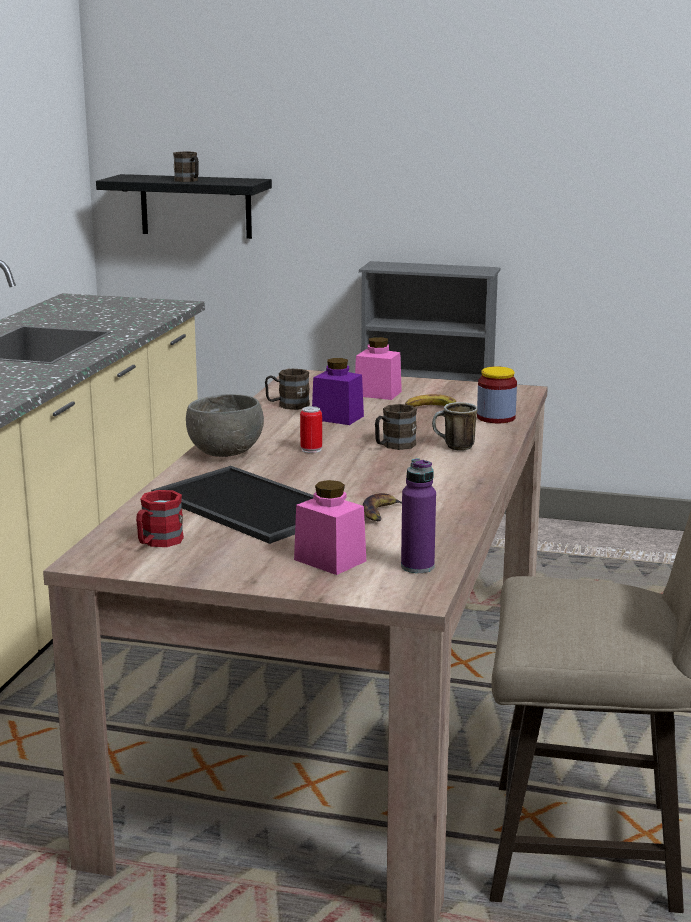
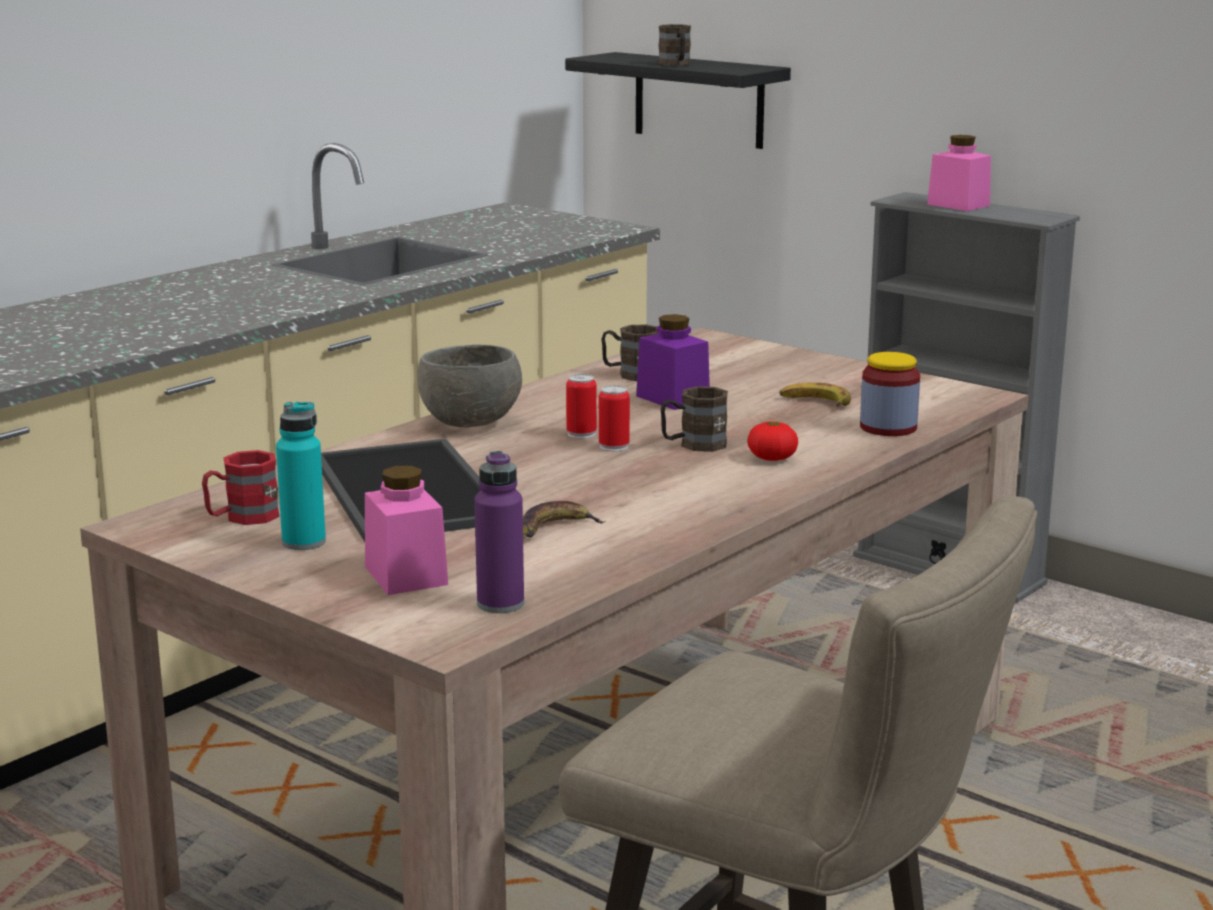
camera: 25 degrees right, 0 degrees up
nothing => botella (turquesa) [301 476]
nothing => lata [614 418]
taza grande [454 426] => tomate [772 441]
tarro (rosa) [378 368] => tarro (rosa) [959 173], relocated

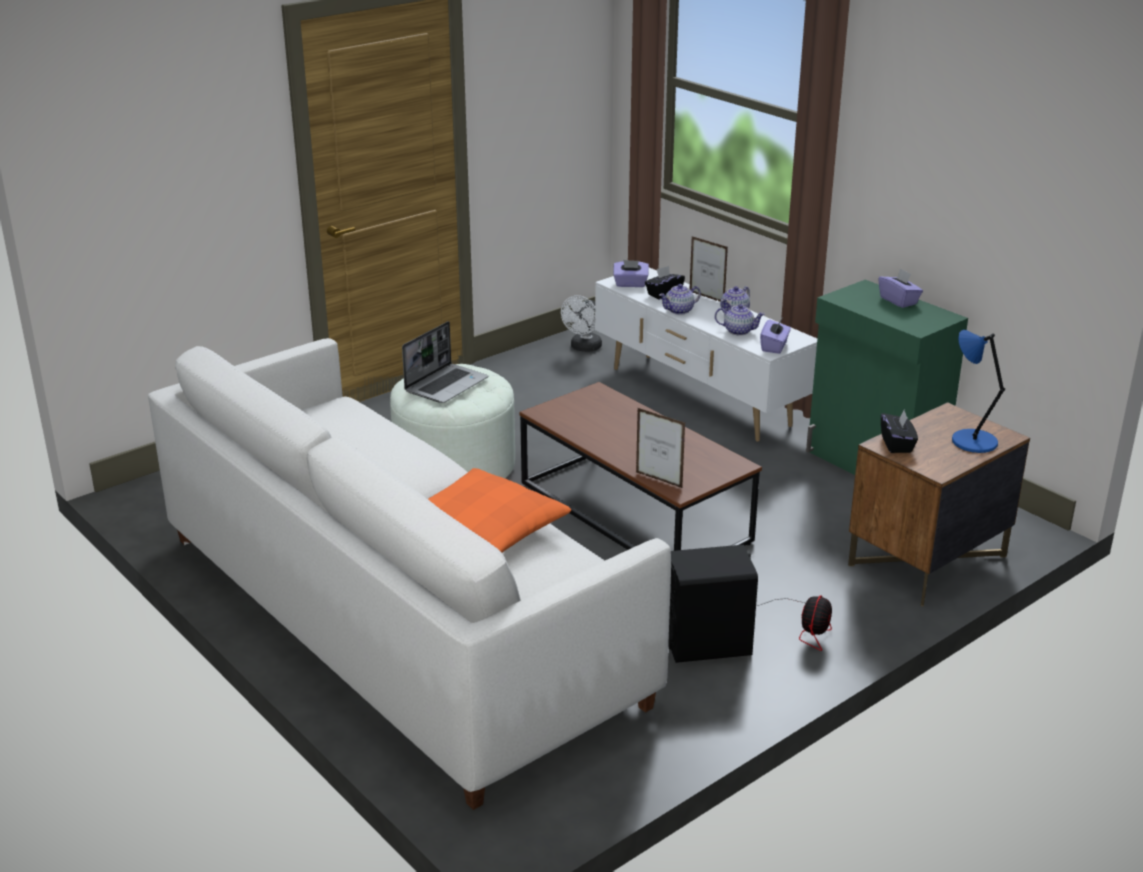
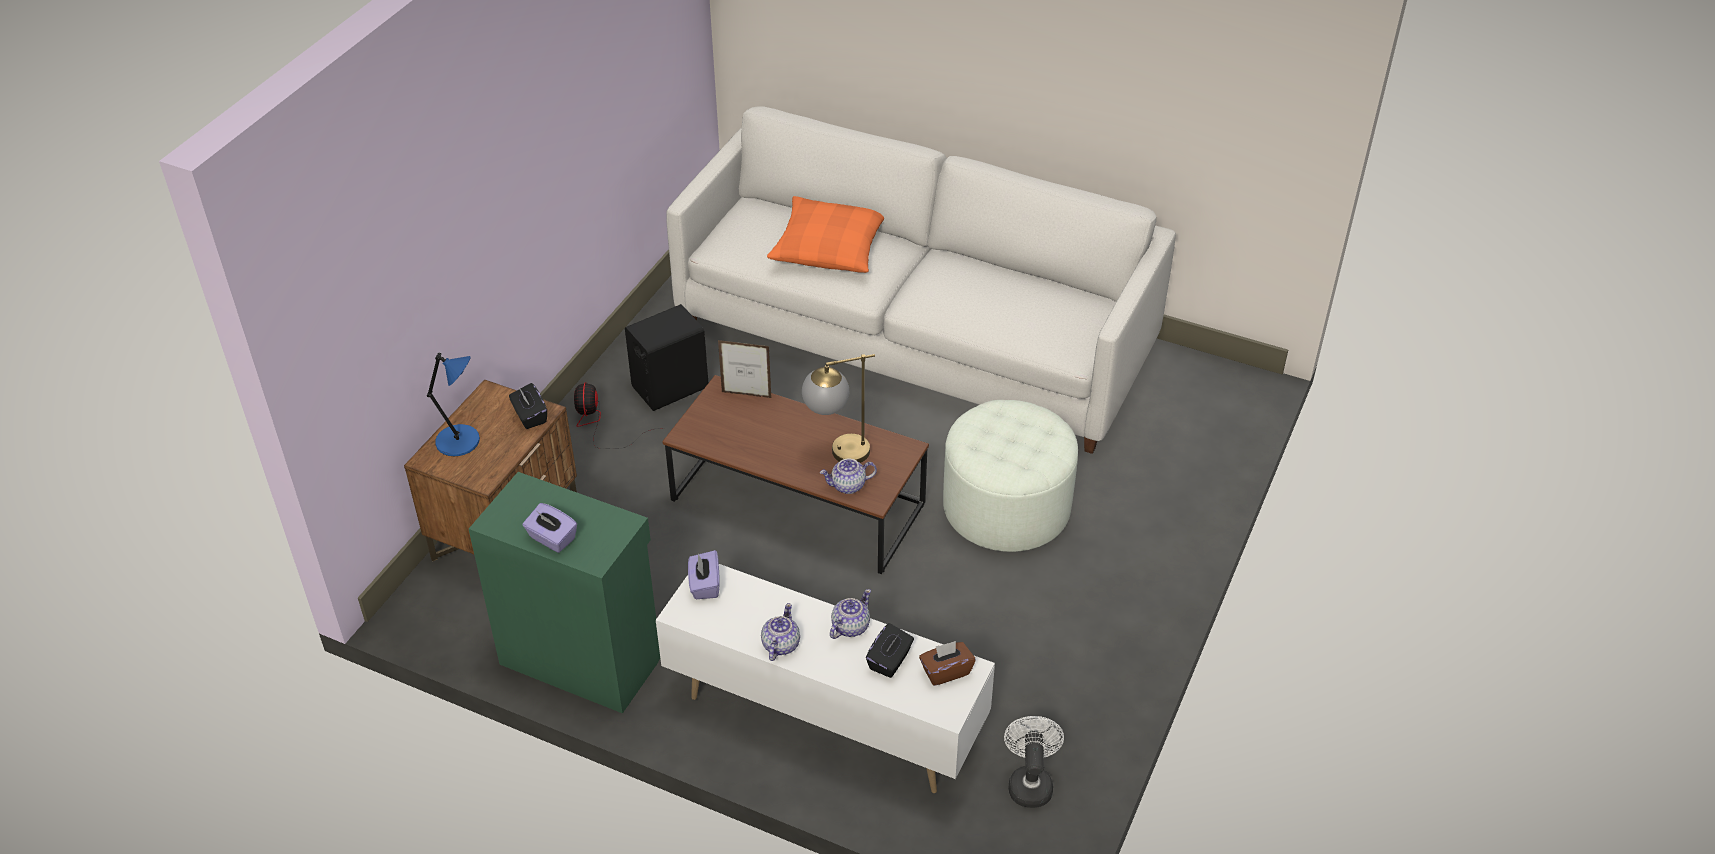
camera: 155 degrees right, 15 degrees up
nothing => lámpara de mesa [838 408]
tetera [740 320] => tetera [848 476], relocated
caja de pañuelos (morado) [631 273] => caja de pañuelos (marrón) [947 663]
portátil [445 362] => nothing
portarretratos [708 269] => nothing

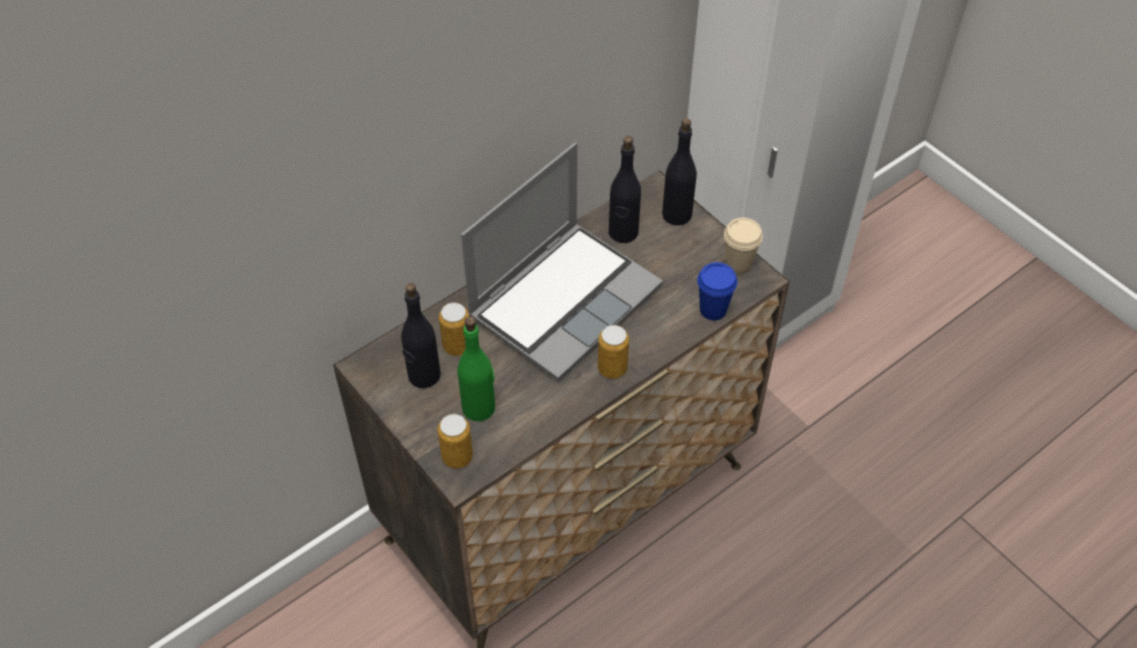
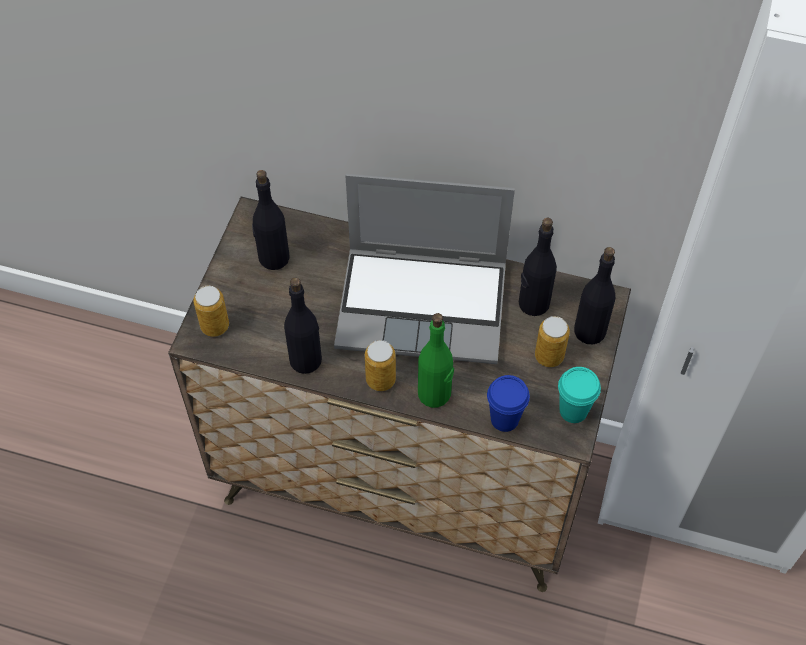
camera: 55 degrees right, 5 degrees up
nothing => botella (negro) [303 325]
botella (verde) [476 369] => botella (verde) [436 360], relocated
lata [454 329] => lata [552 341], relocated
taza (beis) [743 246] => taza (turquesa) [579 395]

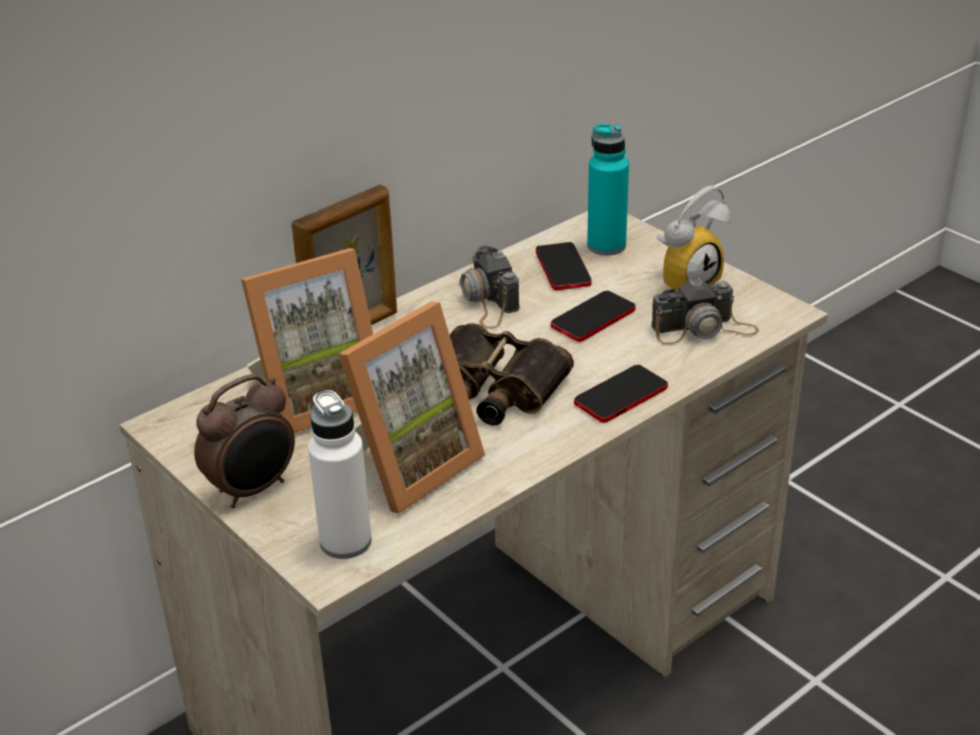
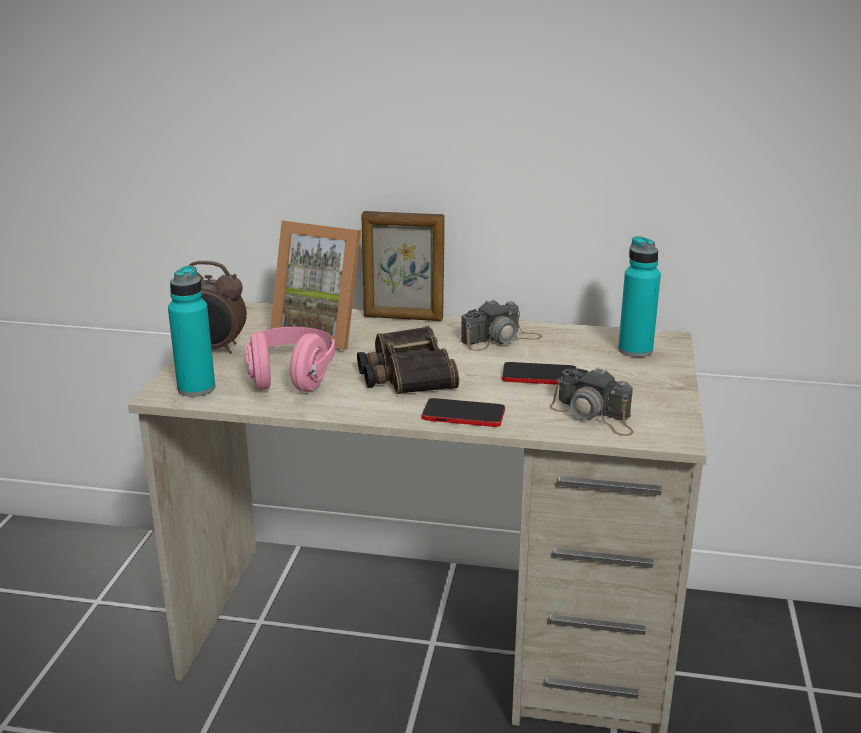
camera: 50 degrees right, 10 degrees down
botella (blanco) [340 474] => botella (turquesa) [191 331]
portarretratos [412 407] => auriculares (rosa) [290 359]
cámara [489 287] => cámara [501 325], 150 degrees counterclockwise
móvil [564 266] => nothing
despertador [693 238] => nothing

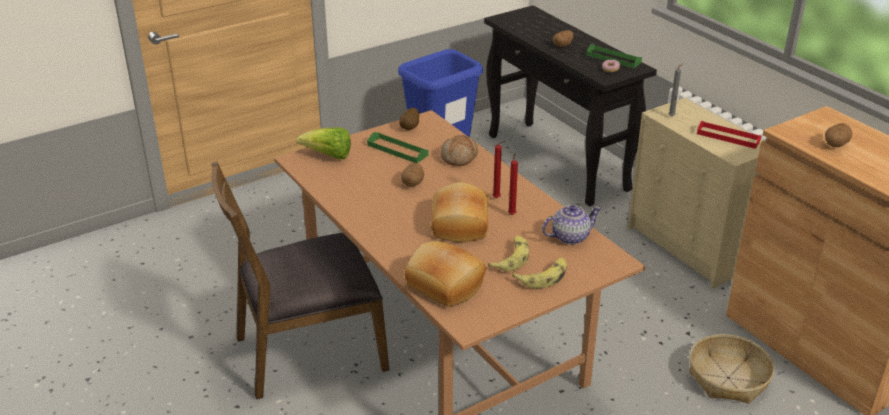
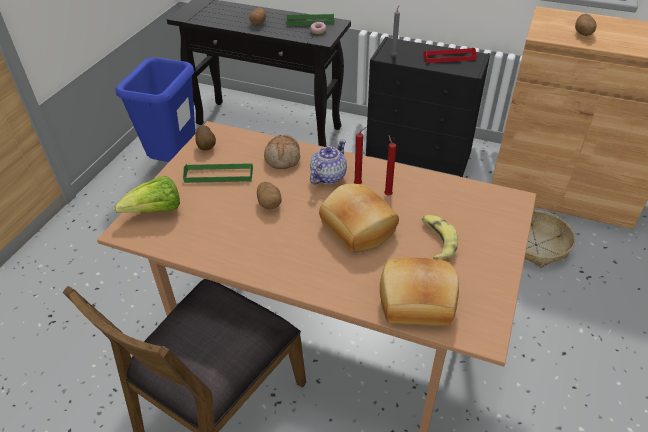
camera: 35 degrees left, 10 degrees up
tetera [572 225] => tetera [328 162], relocated
cómoda (beis) [697 192] => cómoda (negro) [428 107]
plátano [539 273] => nothing

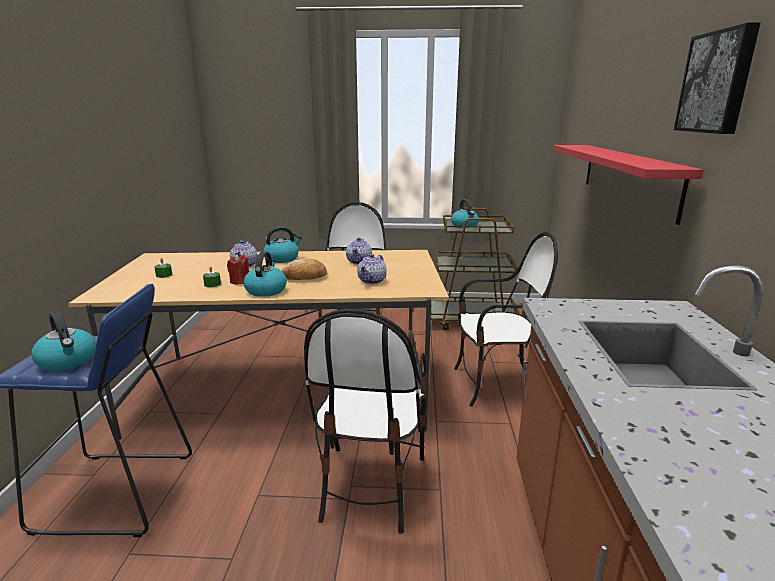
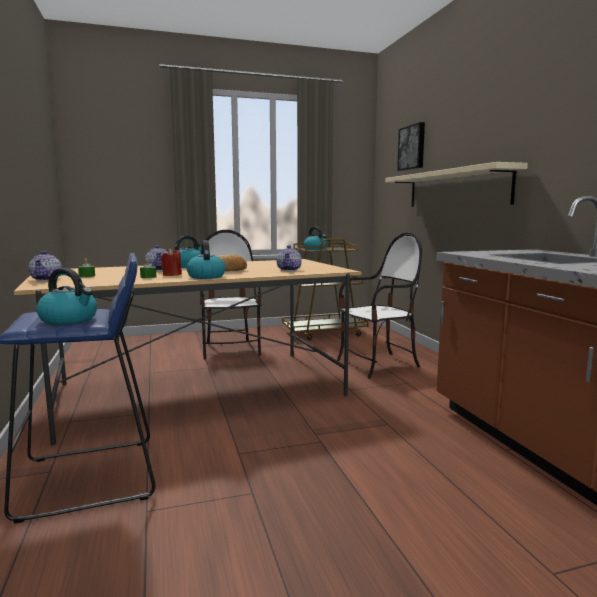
camera: 20 degrees left, 10 degrees down
tetera [359 251] => tetera [45 266], relocated
estante (rojo) [628 185] => estante (beis) [456 184]
cuadro [717 78] => cuadro [411 146], relocated
silla [365 421] => nothing

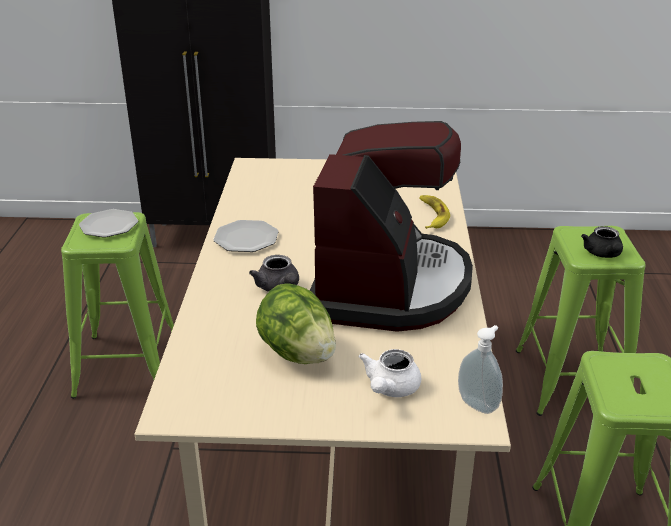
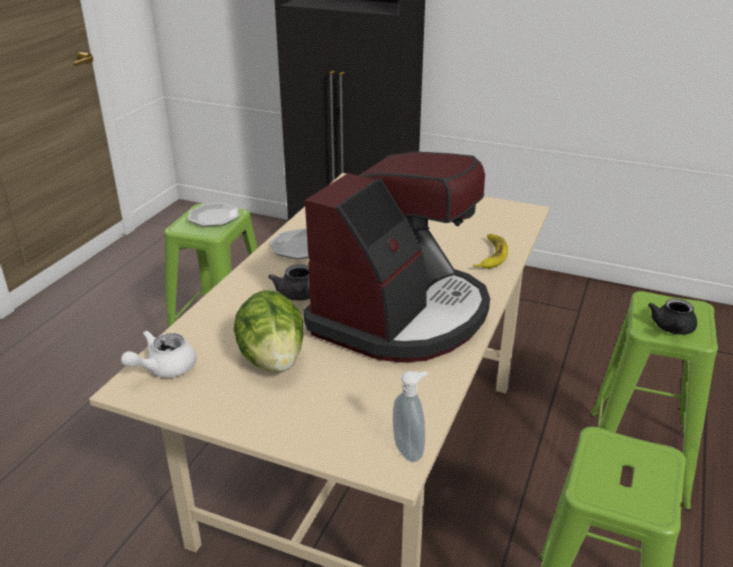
camera: 20 degrees right, 0 degrees up
tetera (blanco) [390 373] => tetera (blanco) [158 354], relocated

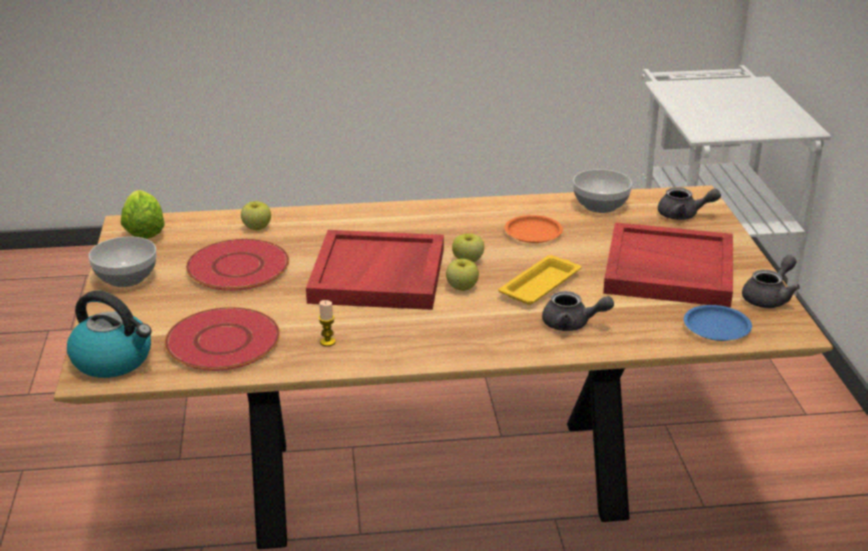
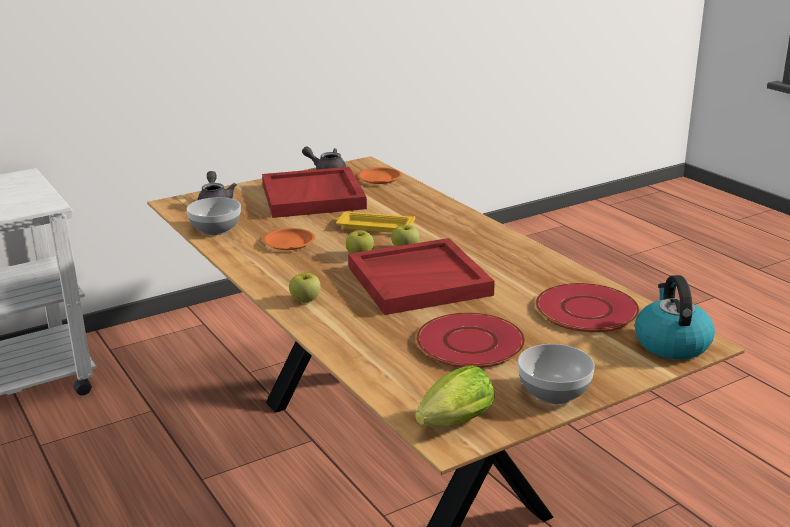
camera: 115 degrees left, 5 degrees down
manzana [256 215] => manzana [305 288], relocated
plato (azul) [718 323] => plato (naranja) [380 175]
vela [327 323] => nothing
tetera (gris) [578 311] => nothing

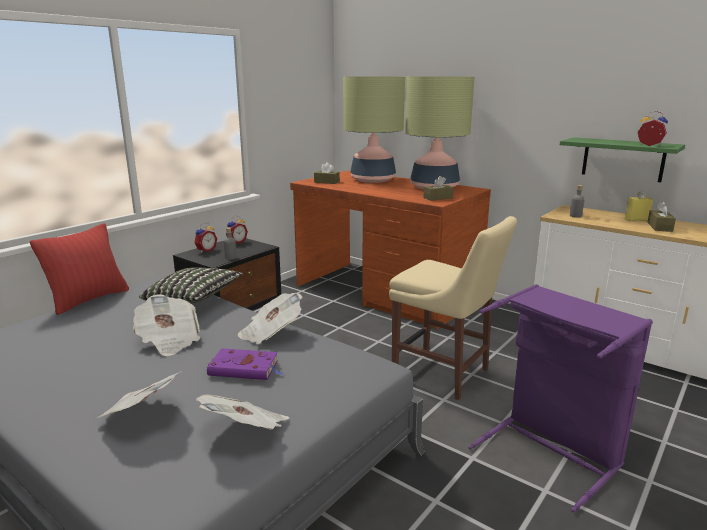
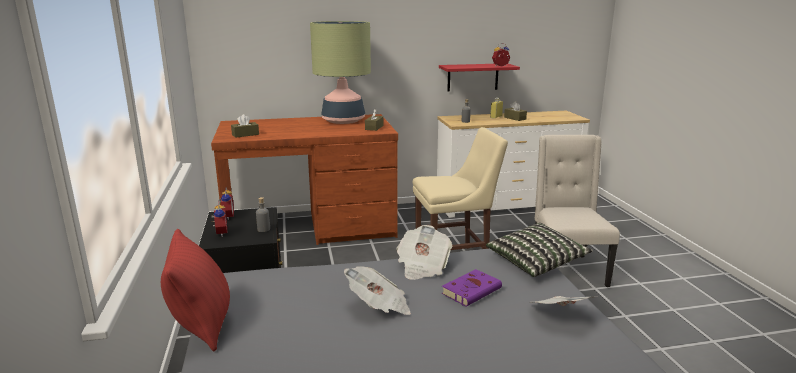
camera: 50 degrees left, 0 degrees up
estante (verde) [622 159] => estante (rojo) [479 78]
cojín [191 285] => cojín [539 250], relocated
cesto de la ropa (morado) [560 398] => silla (beis) [577 211]
periódico [139 394] => nothing
lámpara de mesa [374 130] => nothing

